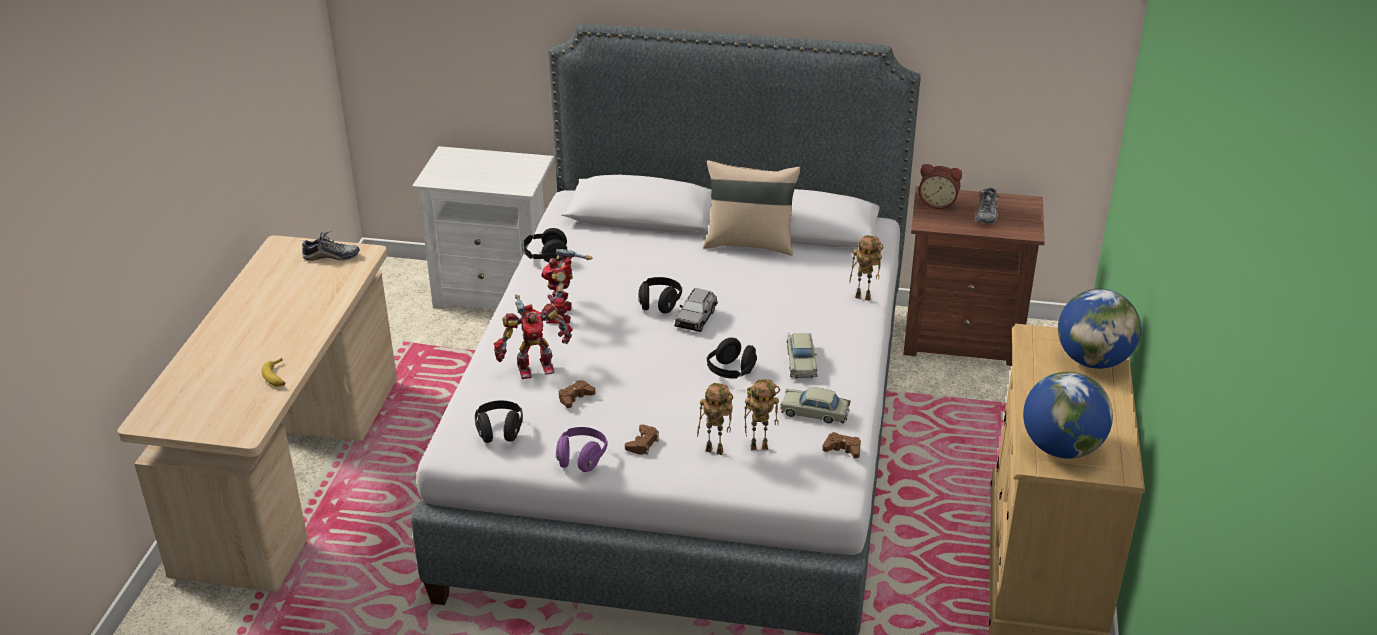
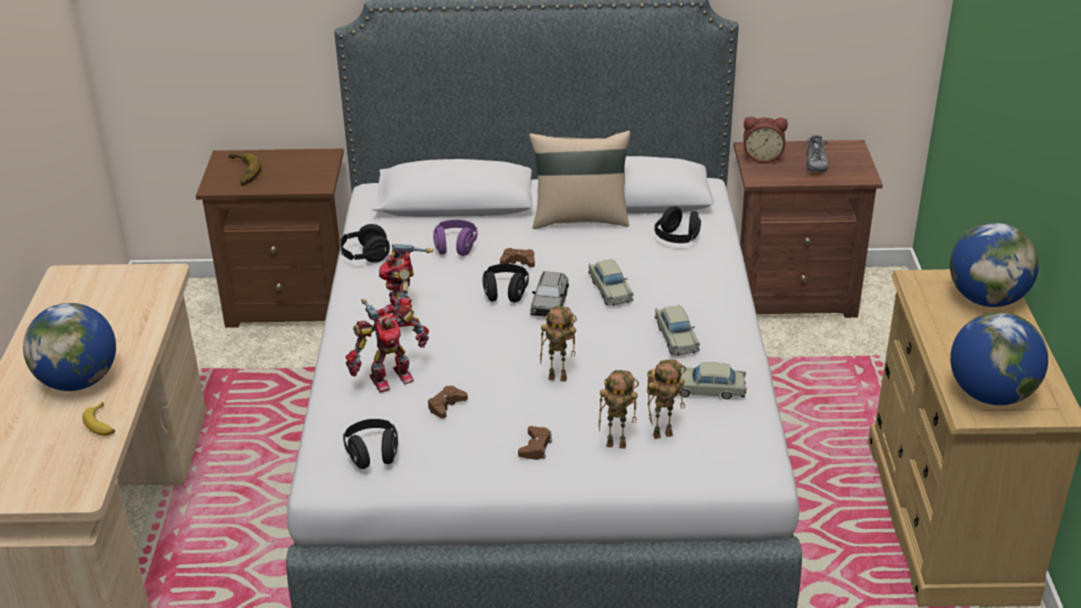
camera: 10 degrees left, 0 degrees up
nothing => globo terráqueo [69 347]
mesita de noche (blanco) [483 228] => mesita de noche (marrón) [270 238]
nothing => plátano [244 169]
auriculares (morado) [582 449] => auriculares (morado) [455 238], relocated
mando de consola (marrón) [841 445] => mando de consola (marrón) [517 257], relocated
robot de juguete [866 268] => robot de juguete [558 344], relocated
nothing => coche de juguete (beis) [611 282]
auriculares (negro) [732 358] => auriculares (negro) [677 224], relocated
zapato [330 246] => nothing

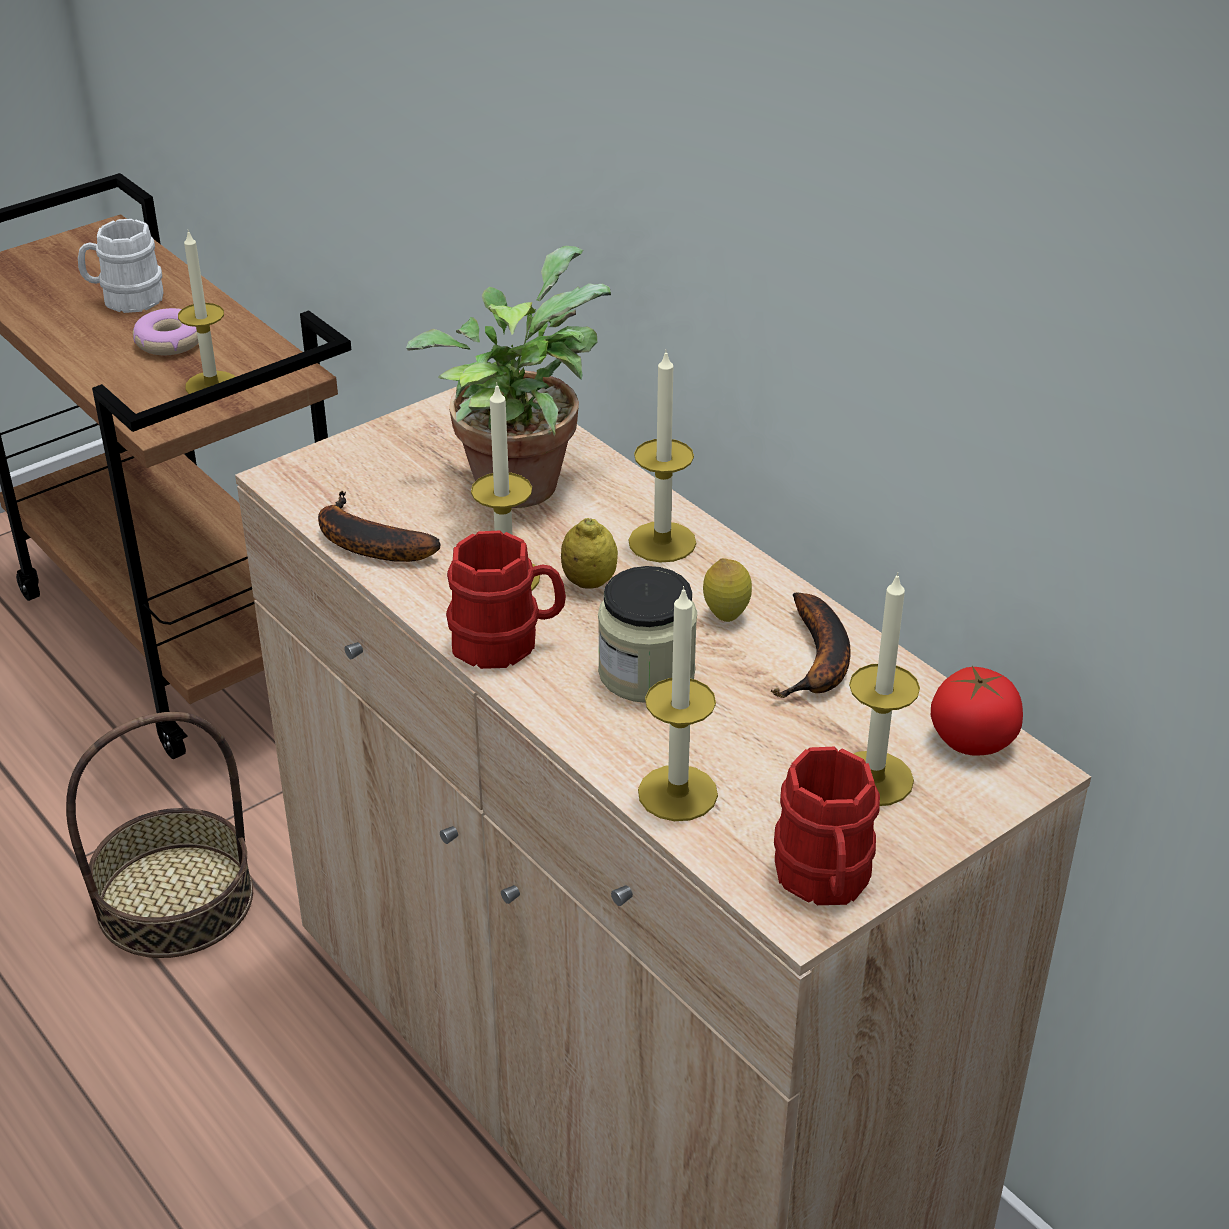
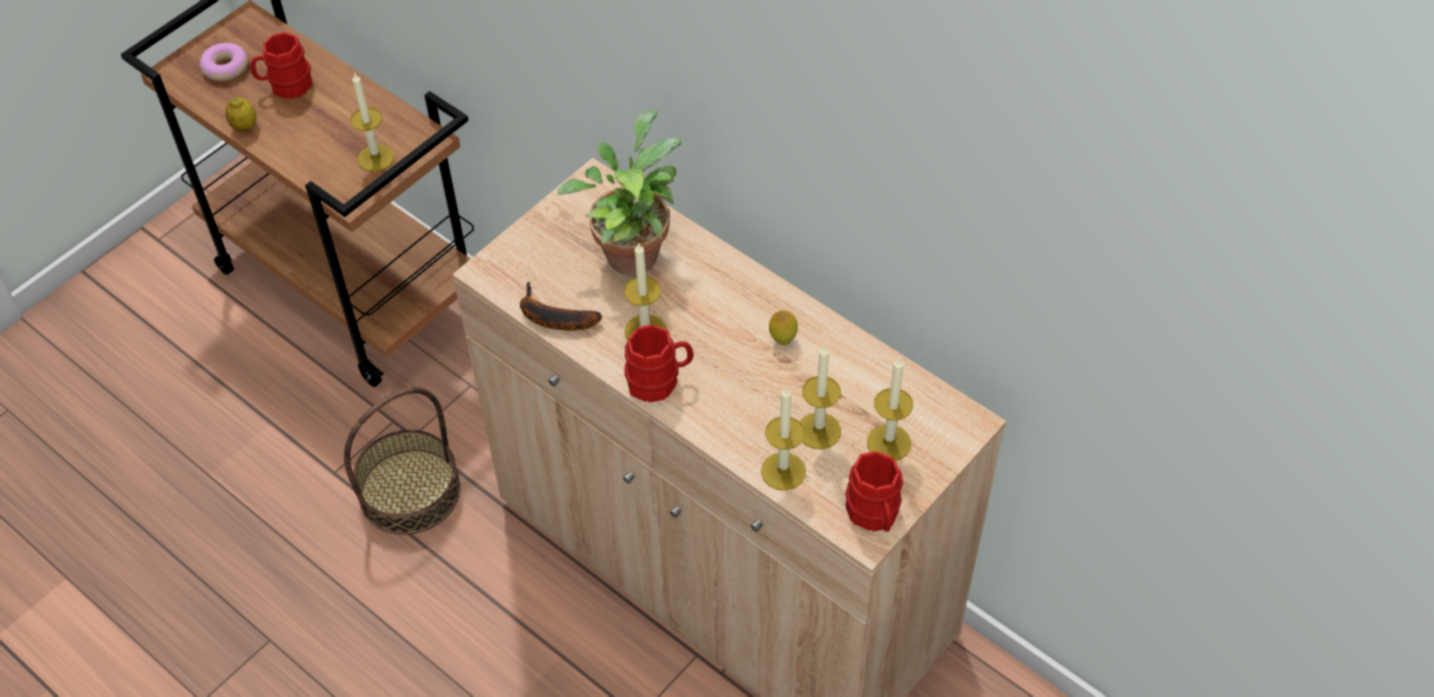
camera: 10 degrees left, 15 degrees up
rosquilla [166 331] => rosquilla [224 62], relocated
limón [589 553] => limón [240 114], relocated
taza grande (blanco) [120 266] => taza grande (rojo) [281 65]
vela [662 455] => vela [820 396], relocated
tarro [647 634] => nothing
plátano [811 645] => nothing
tomate [977 711] => nothing

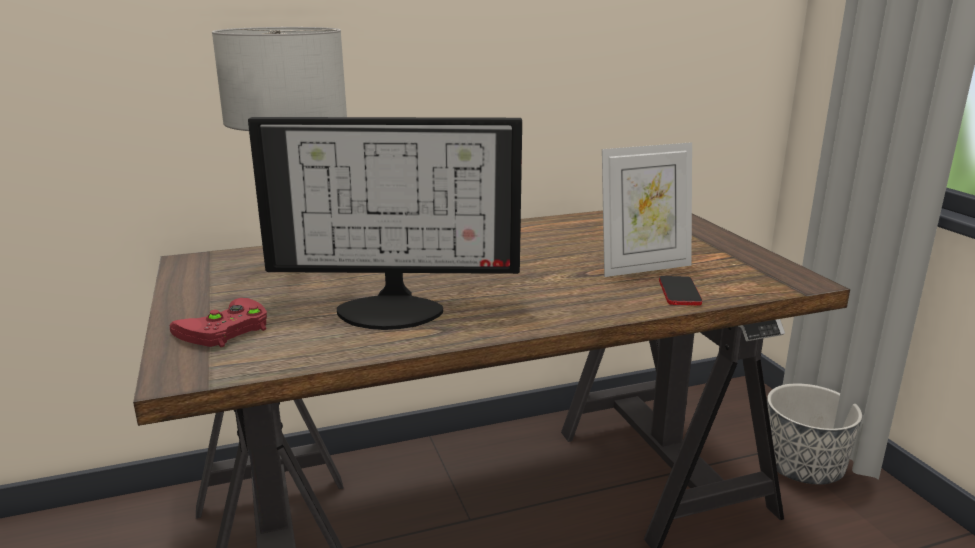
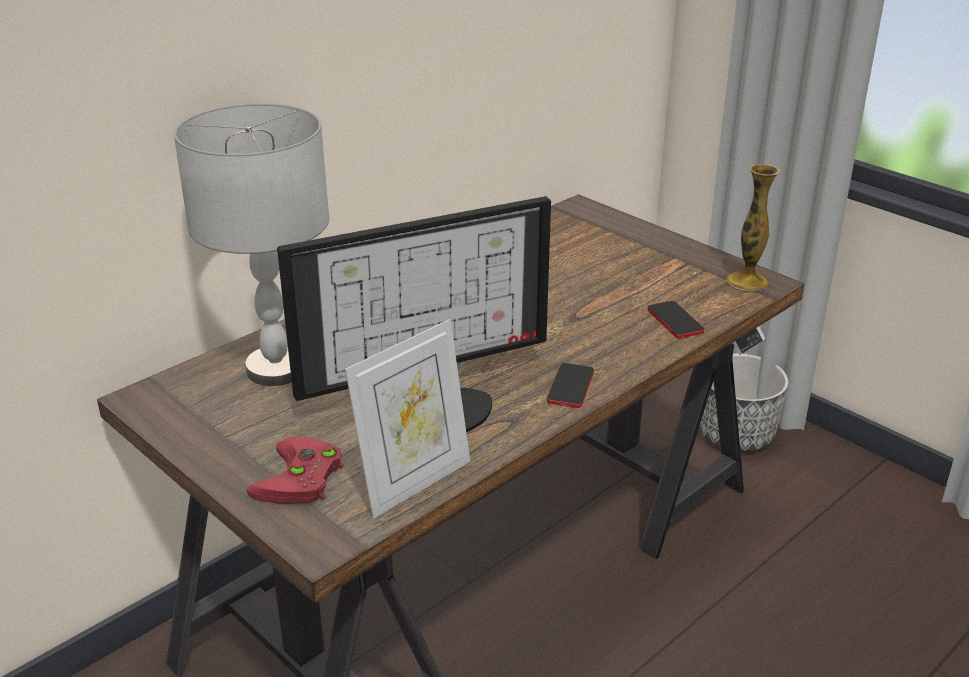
camera: 25 degrees left, 10 degrees up
portarretratos [647 209] => portarretratos [407 419], relocated
nothing => móvil [570 385]
nothing => florero [753 227]

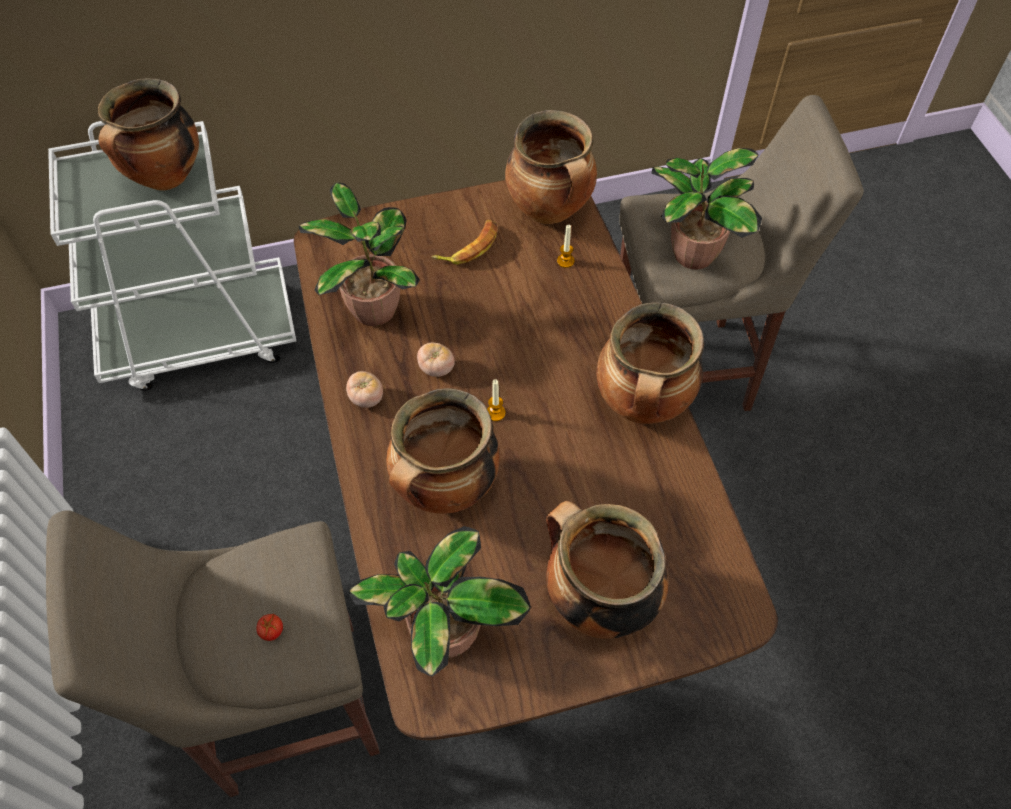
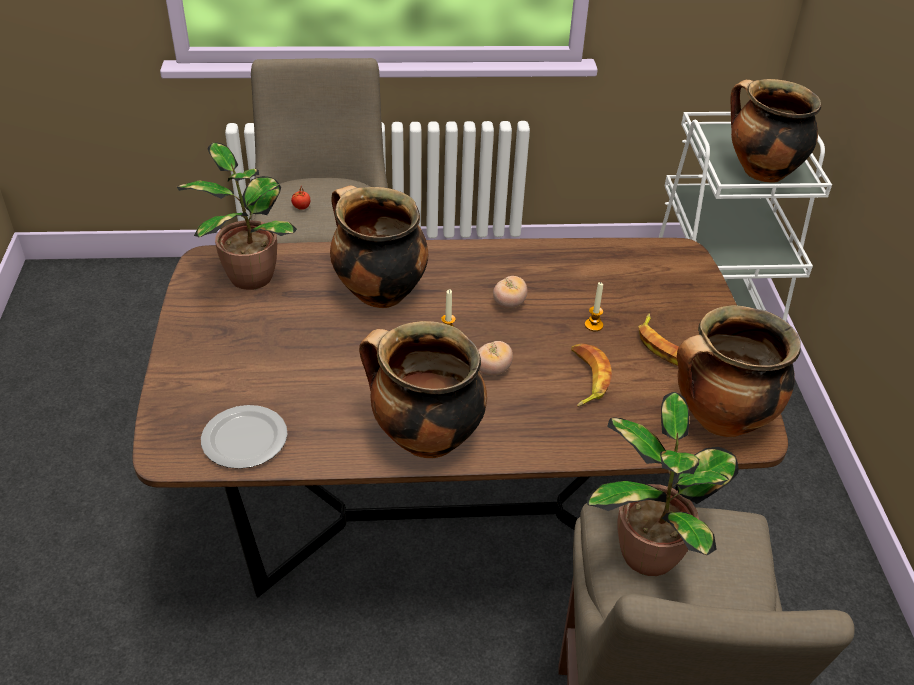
camera: 100 degrees right, 15 degrees down
nothing => plato [244 437]
tomate [364 389] => tomate [495 358], relocated
nothing => plátano [591 375]
vela [566 246] => vela [594 306], relocated
planta en maceta [359 254] => nothing
olla [607 570] => nothing

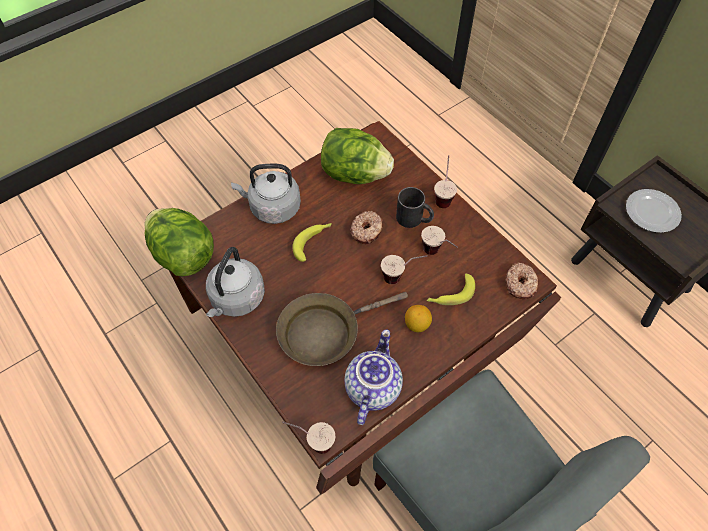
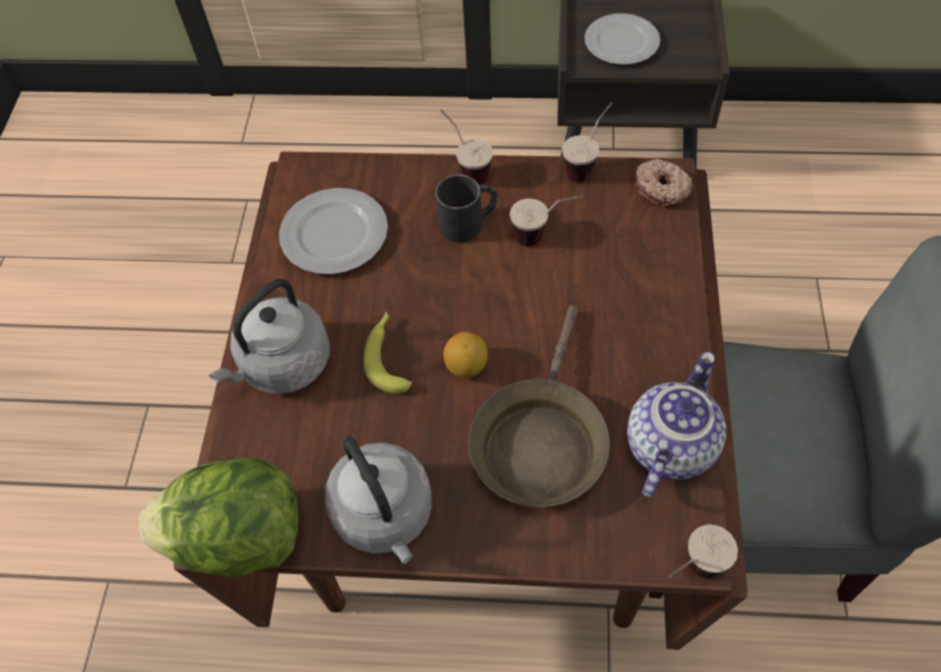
camera: 45 degrees left, 0 degrees up
lechuga [357 156] => plato [333 231]
limón [418 318] => limón [465 355], relocated
taza [404 269] => taza [587 142], relocated
tetera [373 377] => tetera [676 424], 60 degrees clockwise
rosquilla [366 227] => nothing
plátano [451 289] => nothing

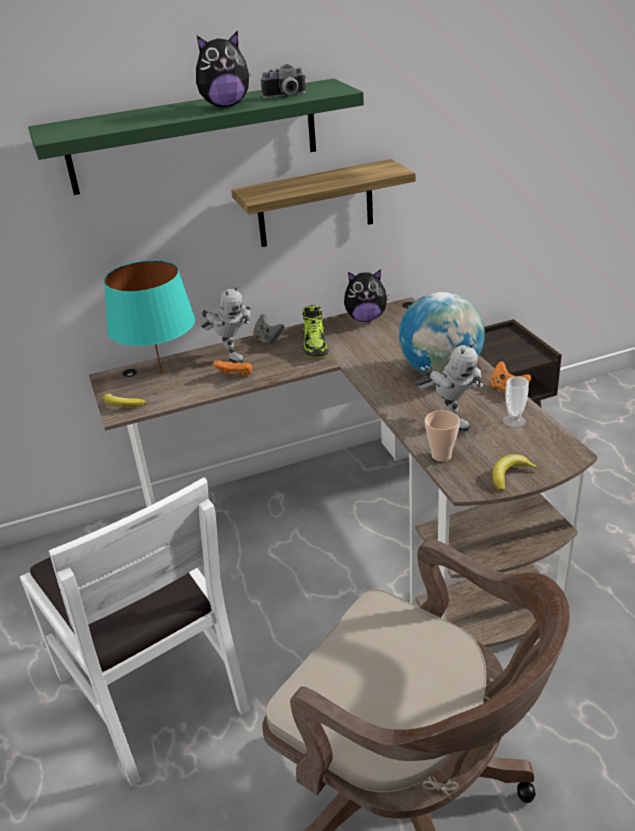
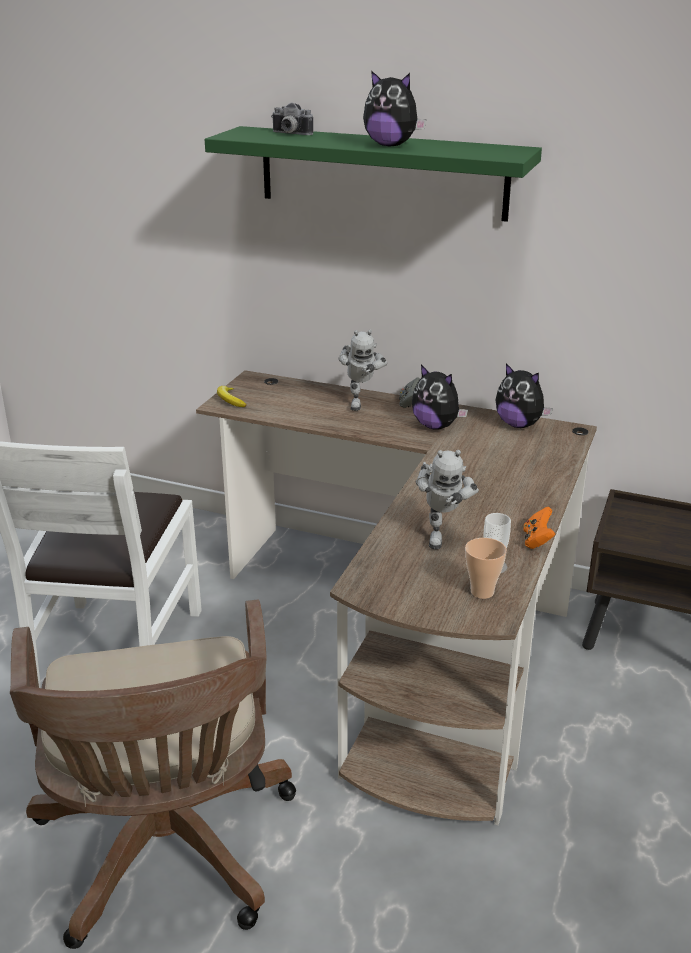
camera: 40 degrees right, 5 degrees down
cámara [283 80] => cámara [292 118], relocated
zapato [316 331] => peluche [440 397]
taza [442 436] => taza [486 568], relocated
lámpara de mesa (turquesa) [149 317] => nothing
mando de consola (naranja) [232 368] => nothing
estante [323 203] => nothing
globo terráqueo [442 333] => nothing
plátano [515 472] => nothing

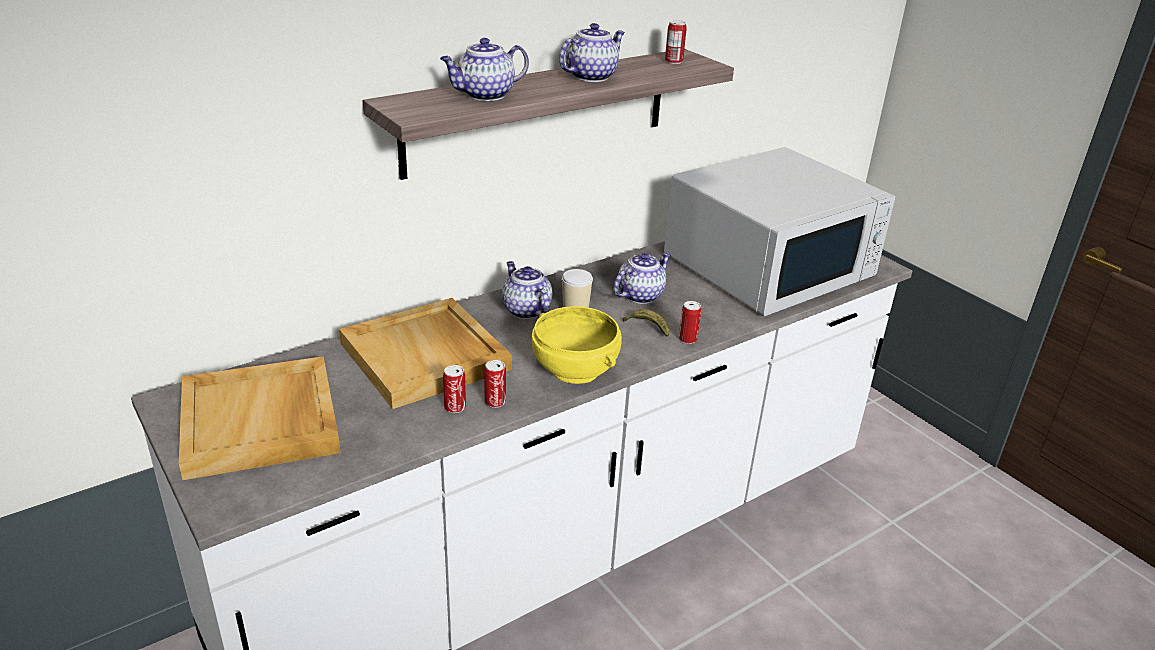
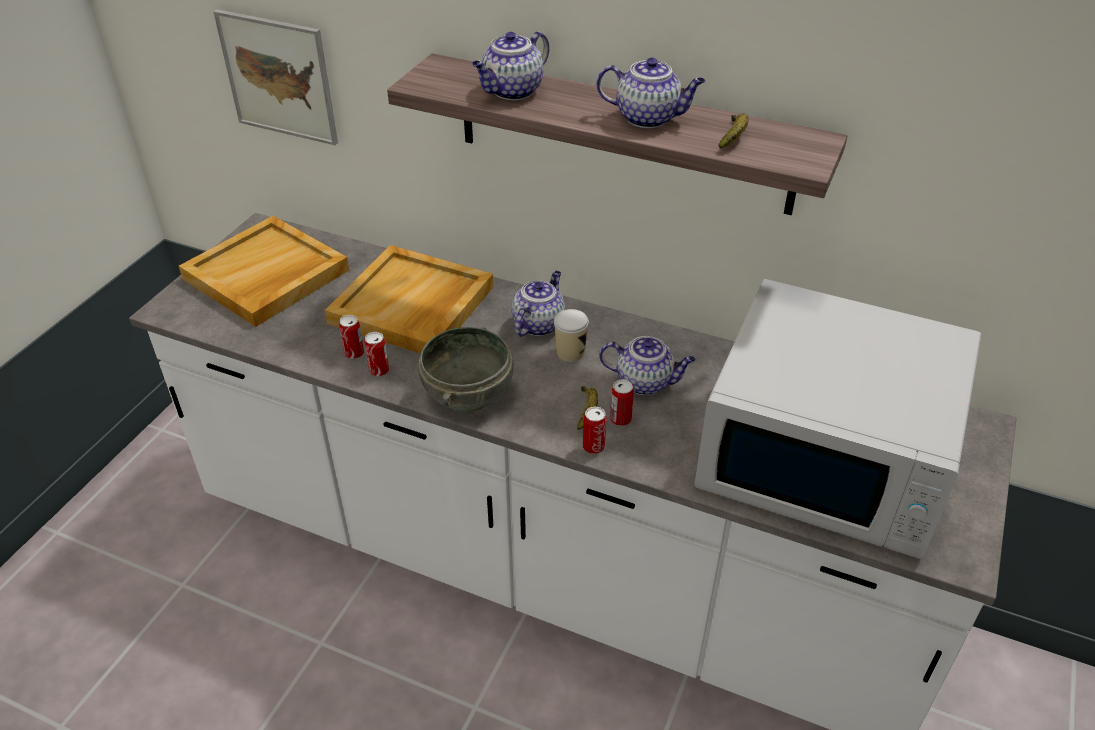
camera: 60 degrees right, 10 degrees up
nothing => cuadro [275 77]
cuenco (amarillo) [577 345] => cuenco (gris) [466 369]
tetera [484 69] => tetera [510 66], 75 degrees counterclockwise
lata [676 42] => lata [622 403], relocated
nothing => plátano [734 131]

